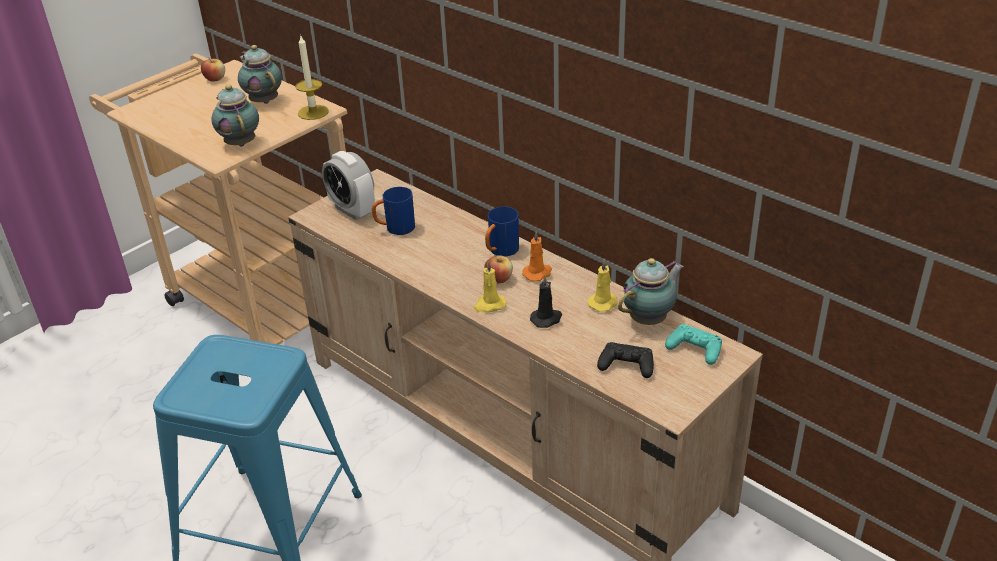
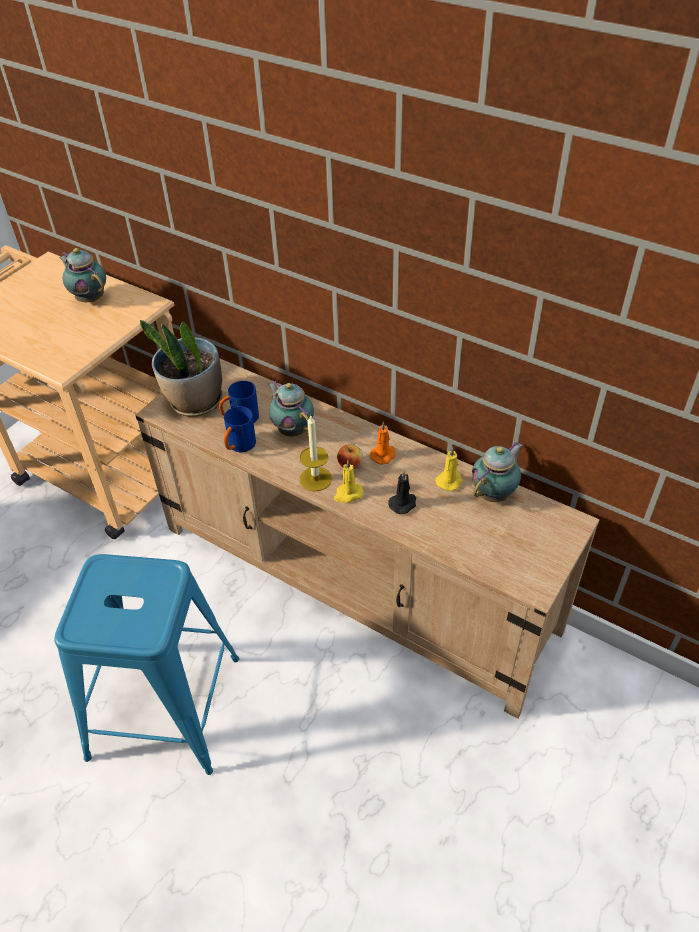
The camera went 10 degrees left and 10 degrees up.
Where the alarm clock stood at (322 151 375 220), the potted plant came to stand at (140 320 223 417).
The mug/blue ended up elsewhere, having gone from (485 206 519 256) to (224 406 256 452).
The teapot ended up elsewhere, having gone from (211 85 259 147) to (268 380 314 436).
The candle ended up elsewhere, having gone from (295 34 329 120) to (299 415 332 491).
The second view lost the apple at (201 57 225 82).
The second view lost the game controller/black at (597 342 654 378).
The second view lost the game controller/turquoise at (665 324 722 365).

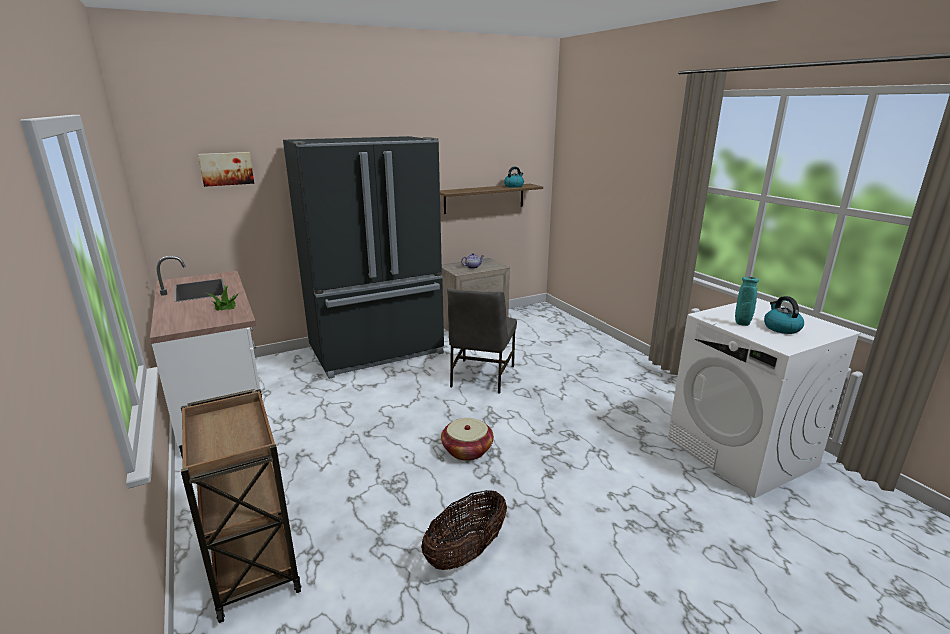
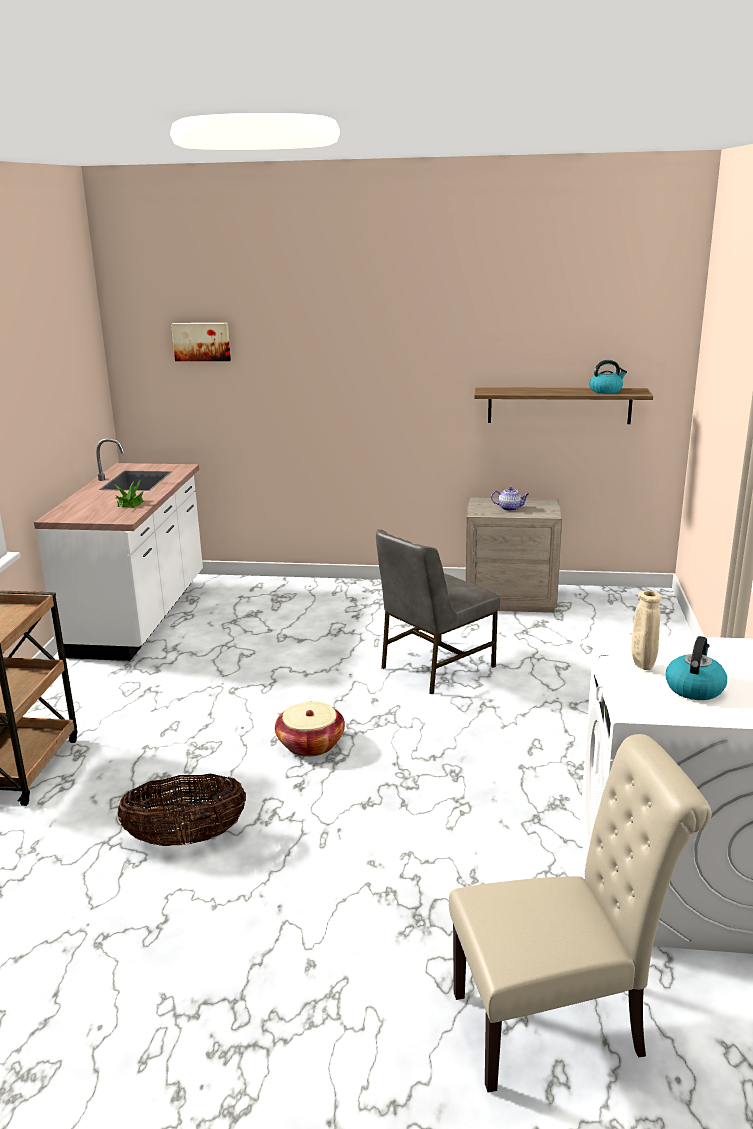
The camera went 35 degrees right and 0 degrees up.
The second view gained the chair/beige at (449 734 712 1093).
What was the vase/turquoise at (735 277 759 326) turned into the vase/beige at (631 590 662 670).
The second view lost the fridge/black at (283 136 444 379).

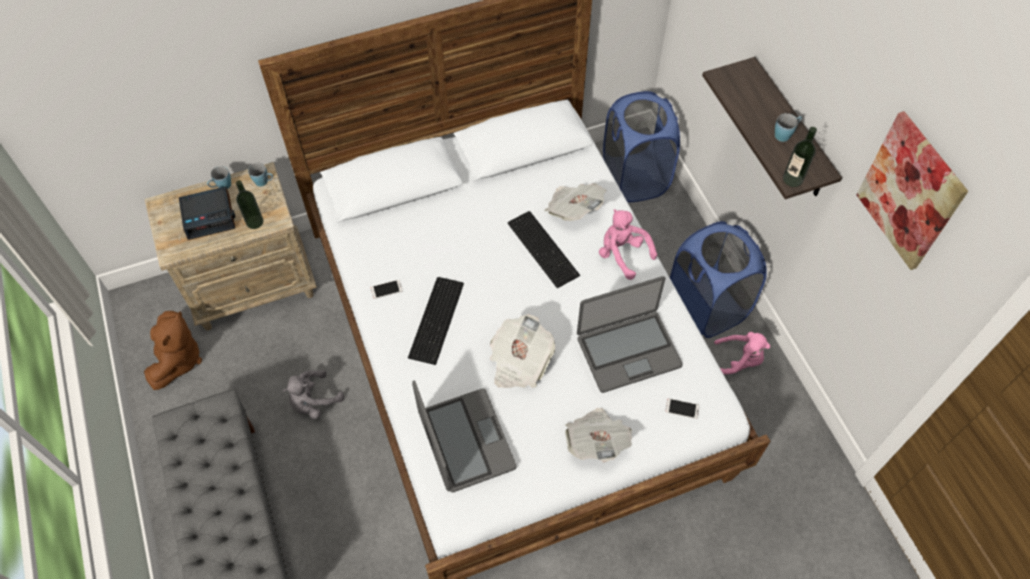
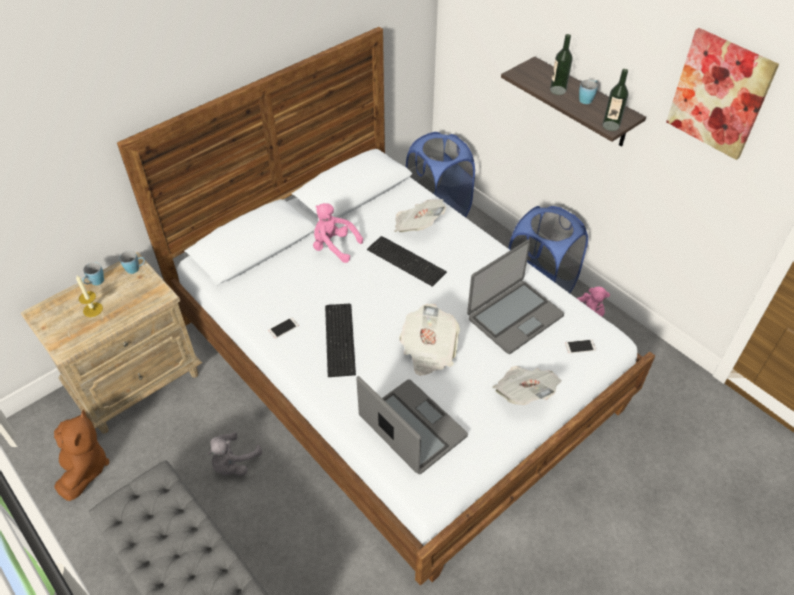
The camera went 20 degrees left and 10 degrees down.
Where the alarm clock stood at (179 186 235 240), the candle came to stand at (76 275 103 317).
The plush toy/pink ended up elsewhere, having gone from (599 209 657 280) to (313 203 363 263).
The bottle ended up elsewhere, having gone from (236 180 263 229) to (550 34 573 95).

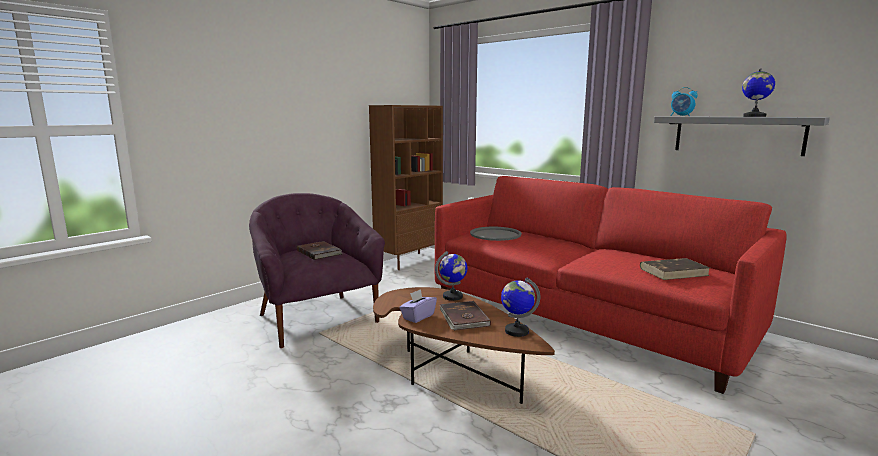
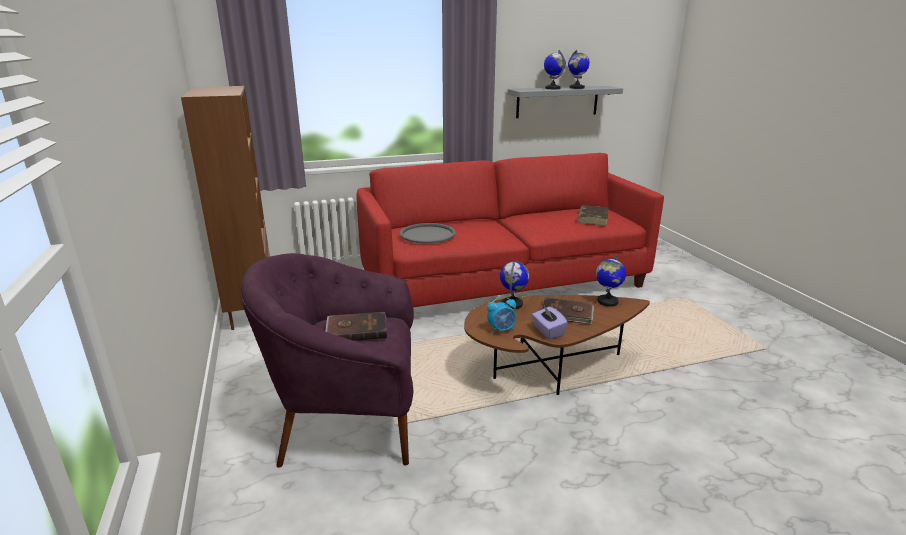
The camera went 60 degrees left and 10 degrees up.
The alarm clock ended up elsewhere, having gone from (671 87 698 116) to (487 296 516 334).
The second view gained the globe at (544 50 566 89).

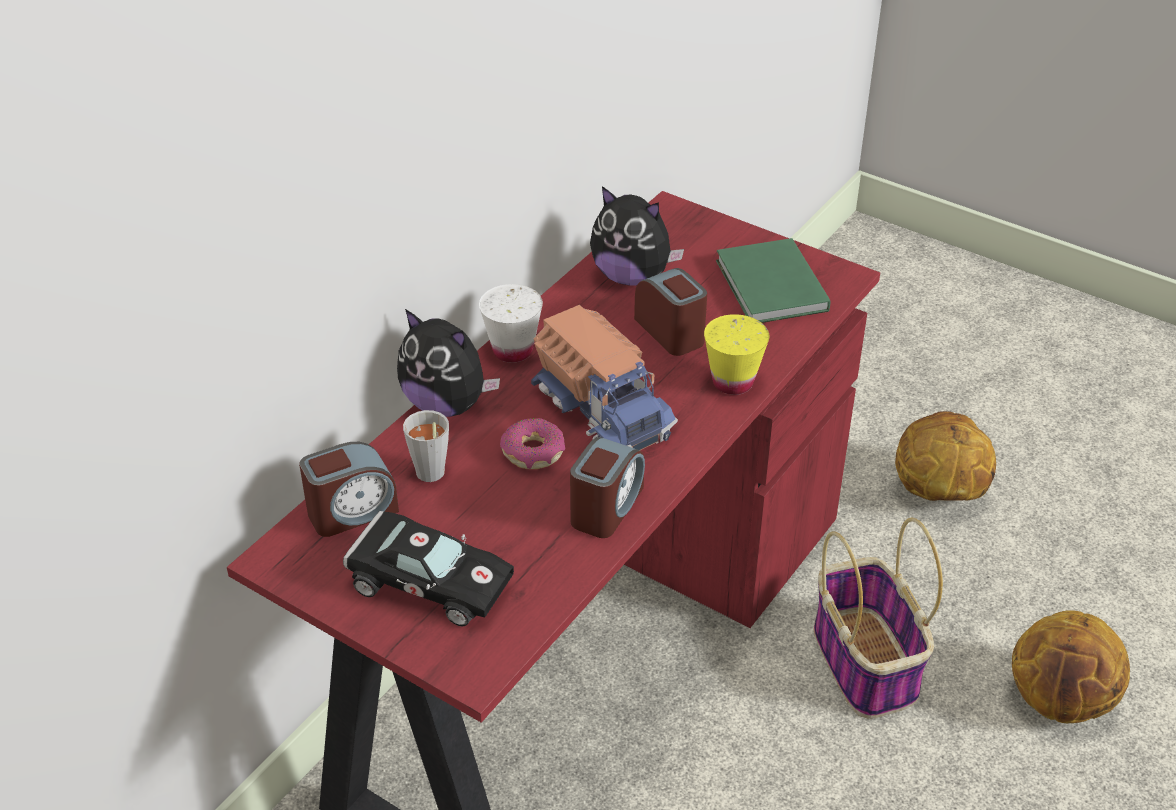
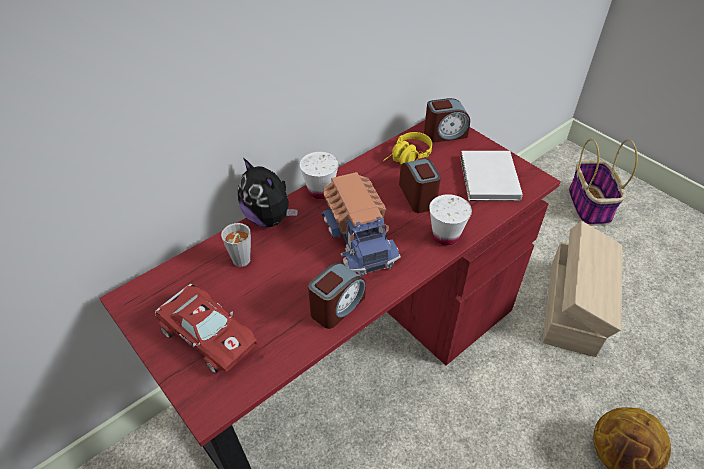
The camera went 15 degrees right and 5 degrees up.
What was the toy car/black at (343 511 514 626) turned into the toy car/red at (154 283 257 374).
Where the plush toy stood at (590 186 684 286), the headphones/yellow came to stand at (383 132 432 165).
The alarm clock ended up elsewhere, having gone from (299 442 399 537) to (424 98 470 143).
What was the cup/yellow at (704 314 769 395) turned into the cup/white at (429 194 472 246).
What was the book/green at (716 238 830 323) turned into the book/white at (460 151 523 201).
Where the basketball stood at (895 411 996 501), the storage box/beige came to stand at (543 221 622 357).
The basket ended up elsewhere, having gone from (814 518 943 719) to (569 138 638 226).
The second view lost the donut at (500 418 565 469).

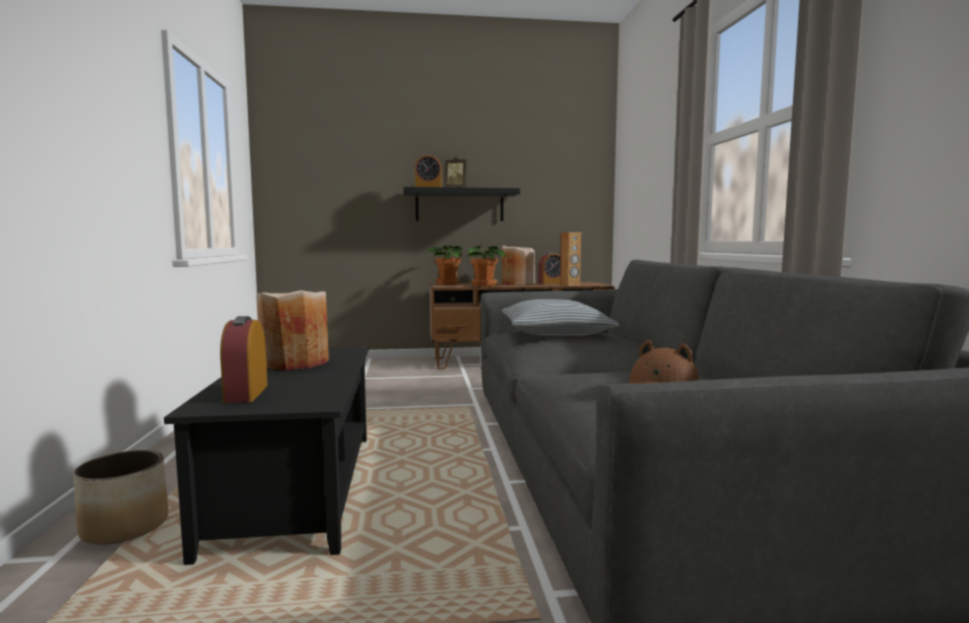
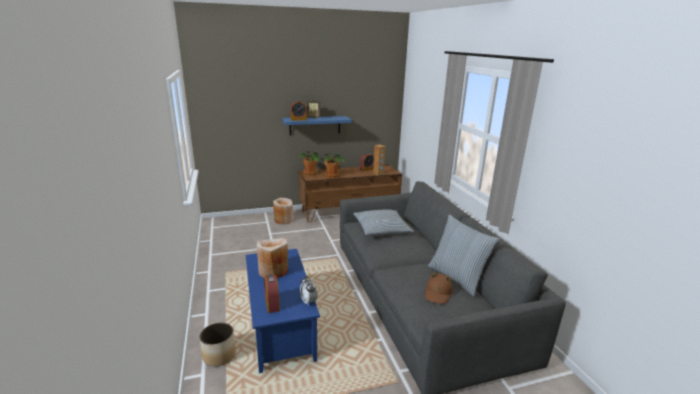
The camera went 10 degrees left and 15 degrees up.
What was the coffee table/black at (164 346 369 565) turned into the coffee table/blue at (246 249 320 373).
The vase/beige ended up elsewhere, having gone from (502 246 535 285) to (273 198 293 225).
What was the shelf/black at (403 187 520 221) turned into the shelf/blue at (282 116 352 135).
The second view gained the alarm clock at (300 276 317 306).
The second view gained the pillow at (428 215 499 297).

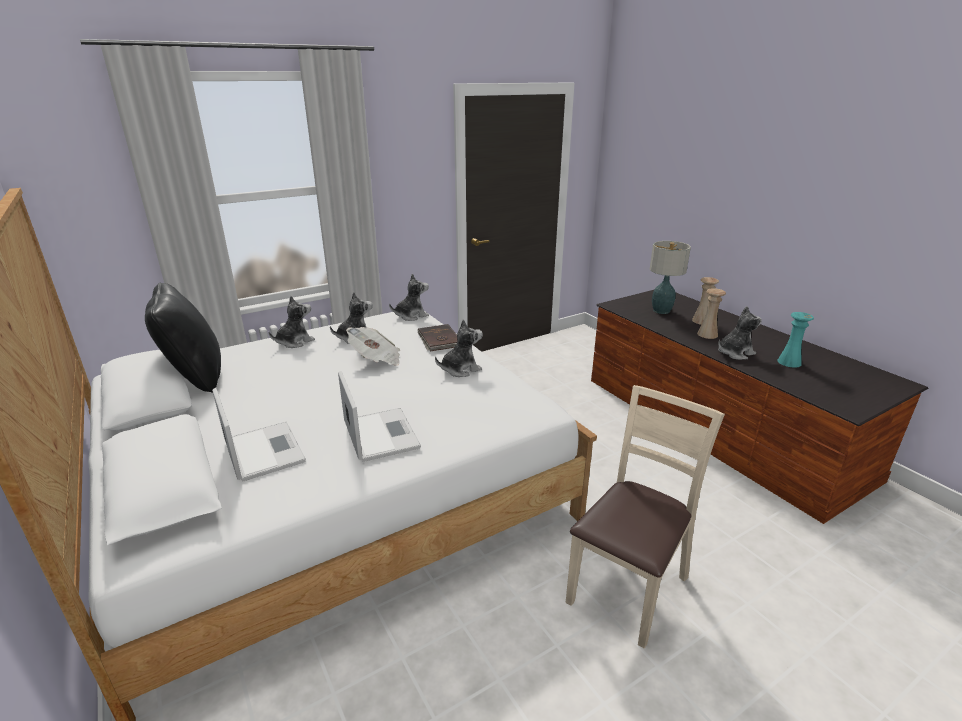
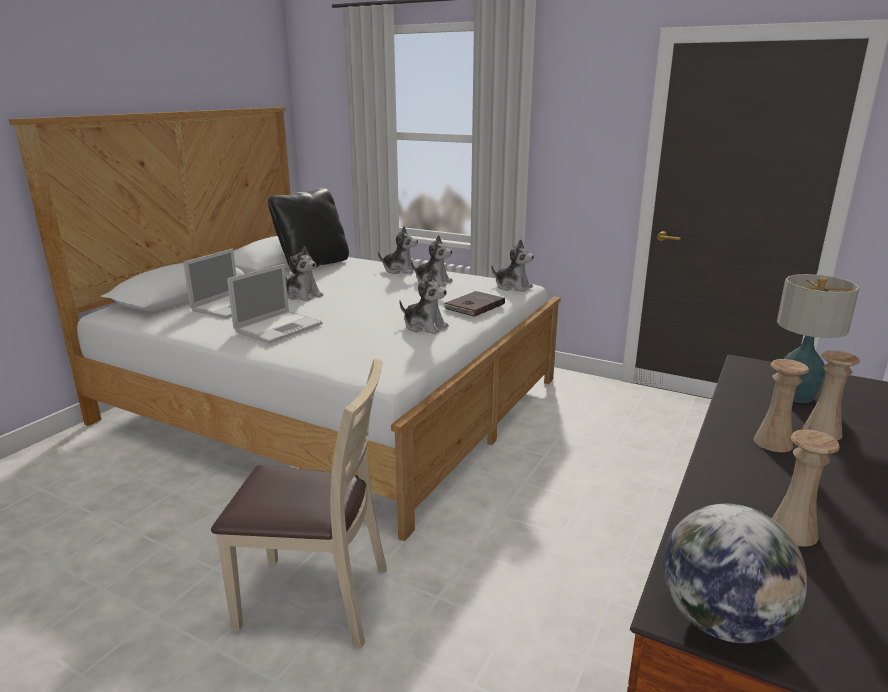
The camera went 60 degrees right and 5 degrees down.
The plush toy ended up elsewhere, having gone from (718 306 762 360) to (286 246 323 301).
The second view gained the globe at (663 504 807 643).
What was the vase/turquoise at (777 312 814 368) turned into the vase/beige at (772 429 840 547).
The second view lost the newspaper at (346 327 400 366).

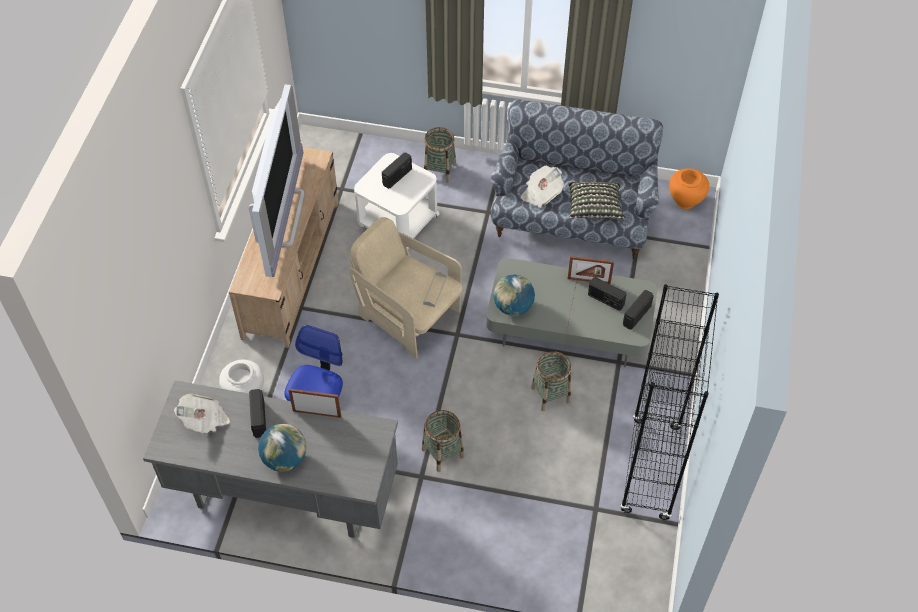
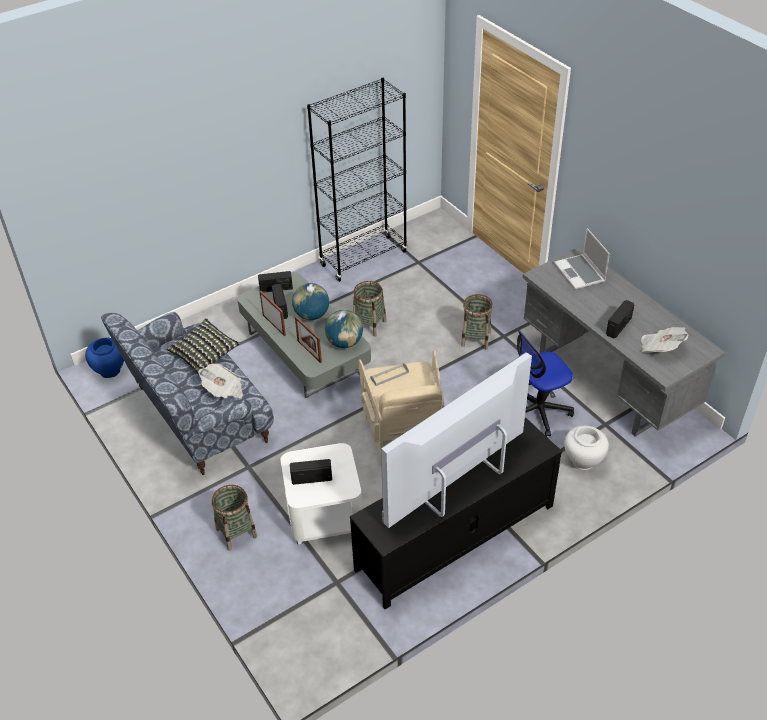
The camera went 135 degrees left and 10 degrees down.
What was the vase/orange at (669 168 709 209) turned into the vase/blue at (85 338 124 378).
The globe ended up elsewhere, having gone from (258 424 306 472) to (292 283 329 320).
The picture frame ended up elsewhere, having gone from (288 389 341 418) to (295 316 322 363).
What was the tv stand/beige at (229 147 339 348) turned into the tv stand/black at (350 418 562 609).
The second view gained the laptop at (554 228 610 290).

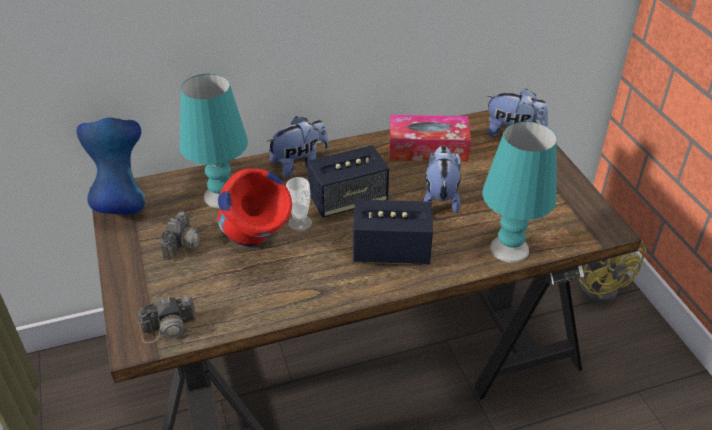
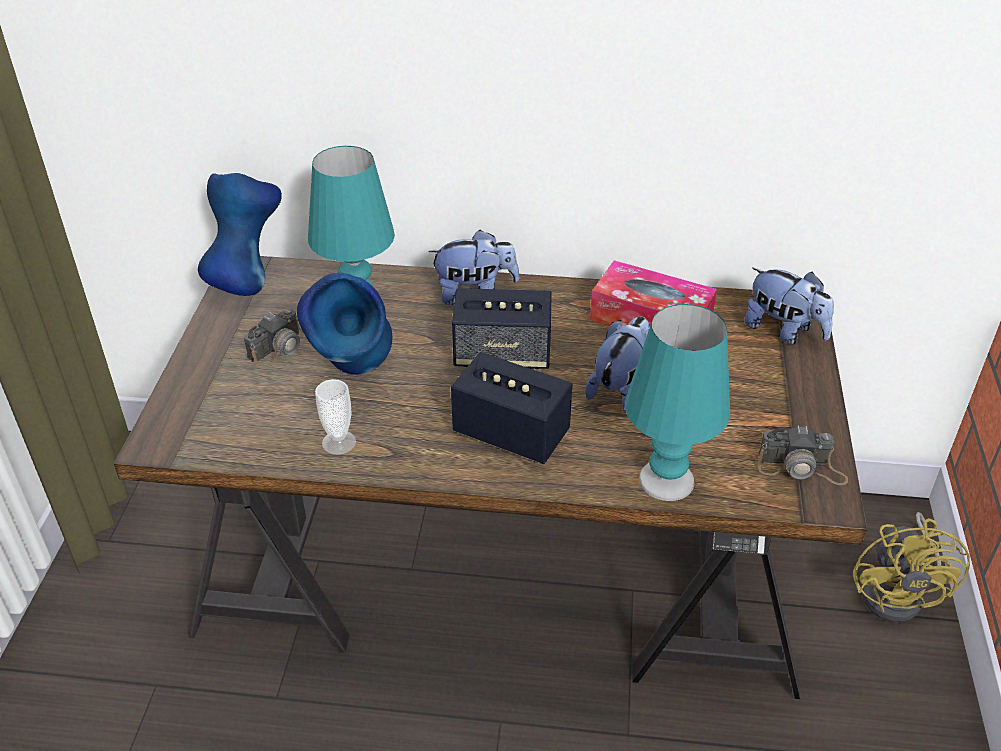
The camera went 25 degrees right and 0 degrees up.
What was the vase/red at (217 168 292 246) turned into the vase/blue at (297 273 392 375).
The cup ended up elsewhere, having gone from (286 177 312 231) to (315 379 356 455).
The photo camera ended up elsewhere, having gone from (137 296 212 343) to (758 426 848 485).

